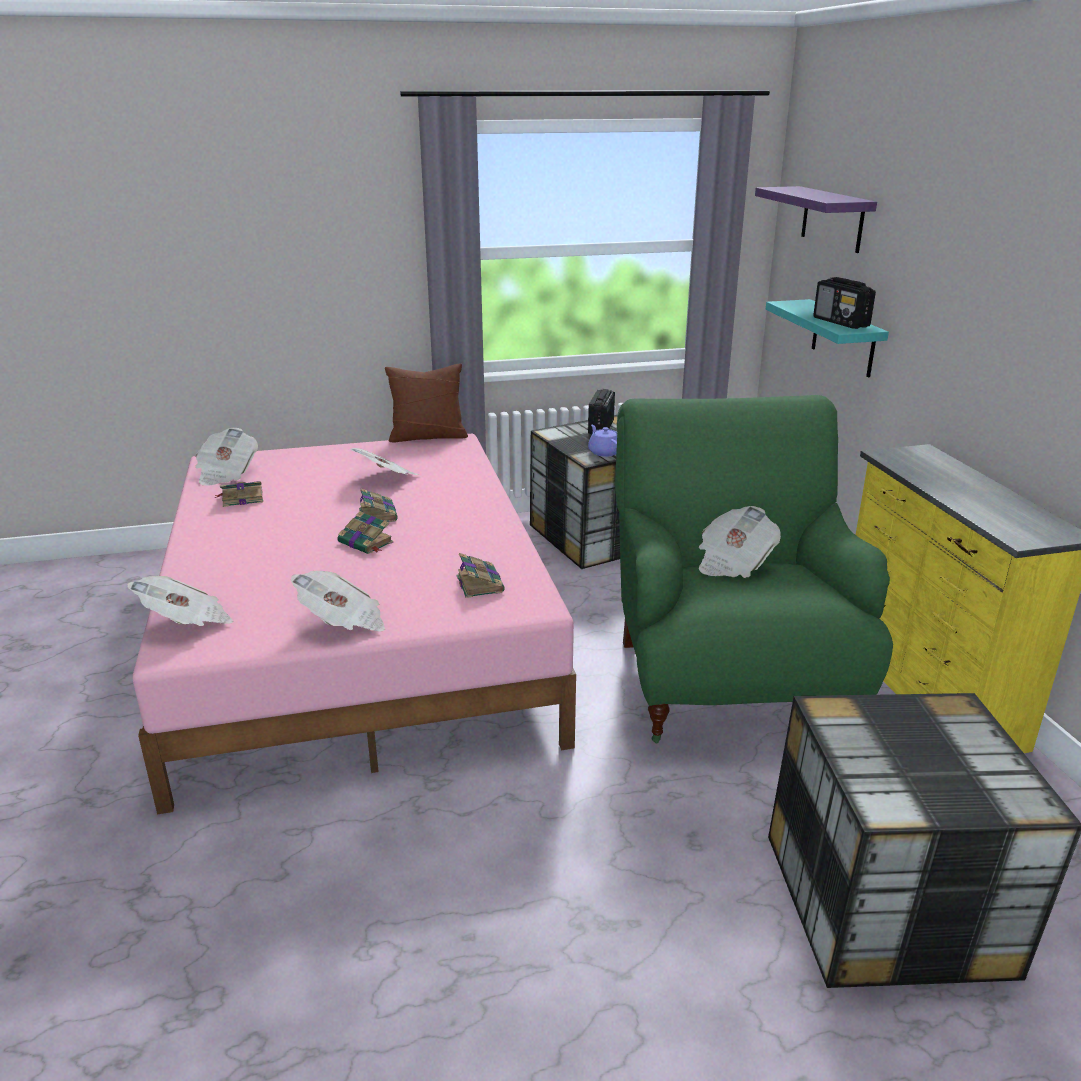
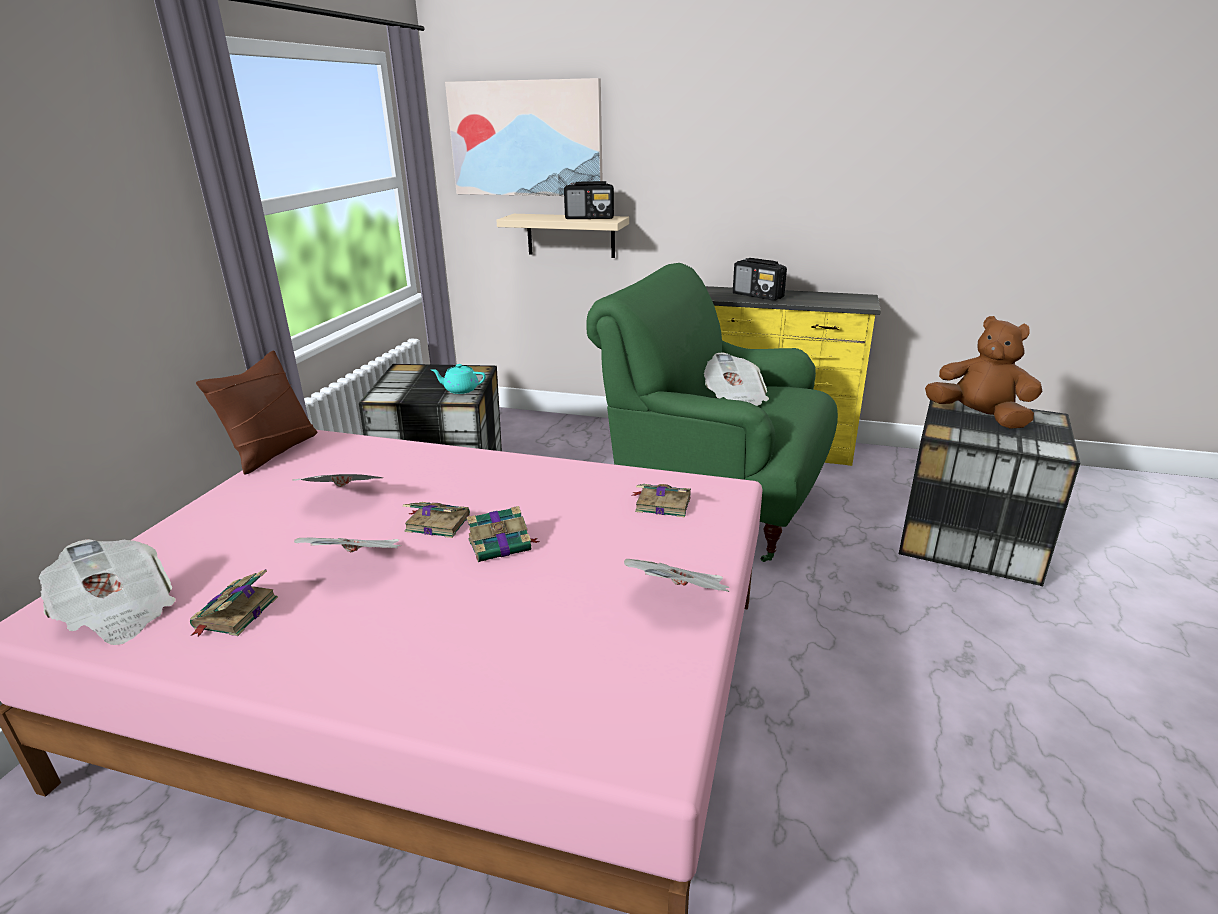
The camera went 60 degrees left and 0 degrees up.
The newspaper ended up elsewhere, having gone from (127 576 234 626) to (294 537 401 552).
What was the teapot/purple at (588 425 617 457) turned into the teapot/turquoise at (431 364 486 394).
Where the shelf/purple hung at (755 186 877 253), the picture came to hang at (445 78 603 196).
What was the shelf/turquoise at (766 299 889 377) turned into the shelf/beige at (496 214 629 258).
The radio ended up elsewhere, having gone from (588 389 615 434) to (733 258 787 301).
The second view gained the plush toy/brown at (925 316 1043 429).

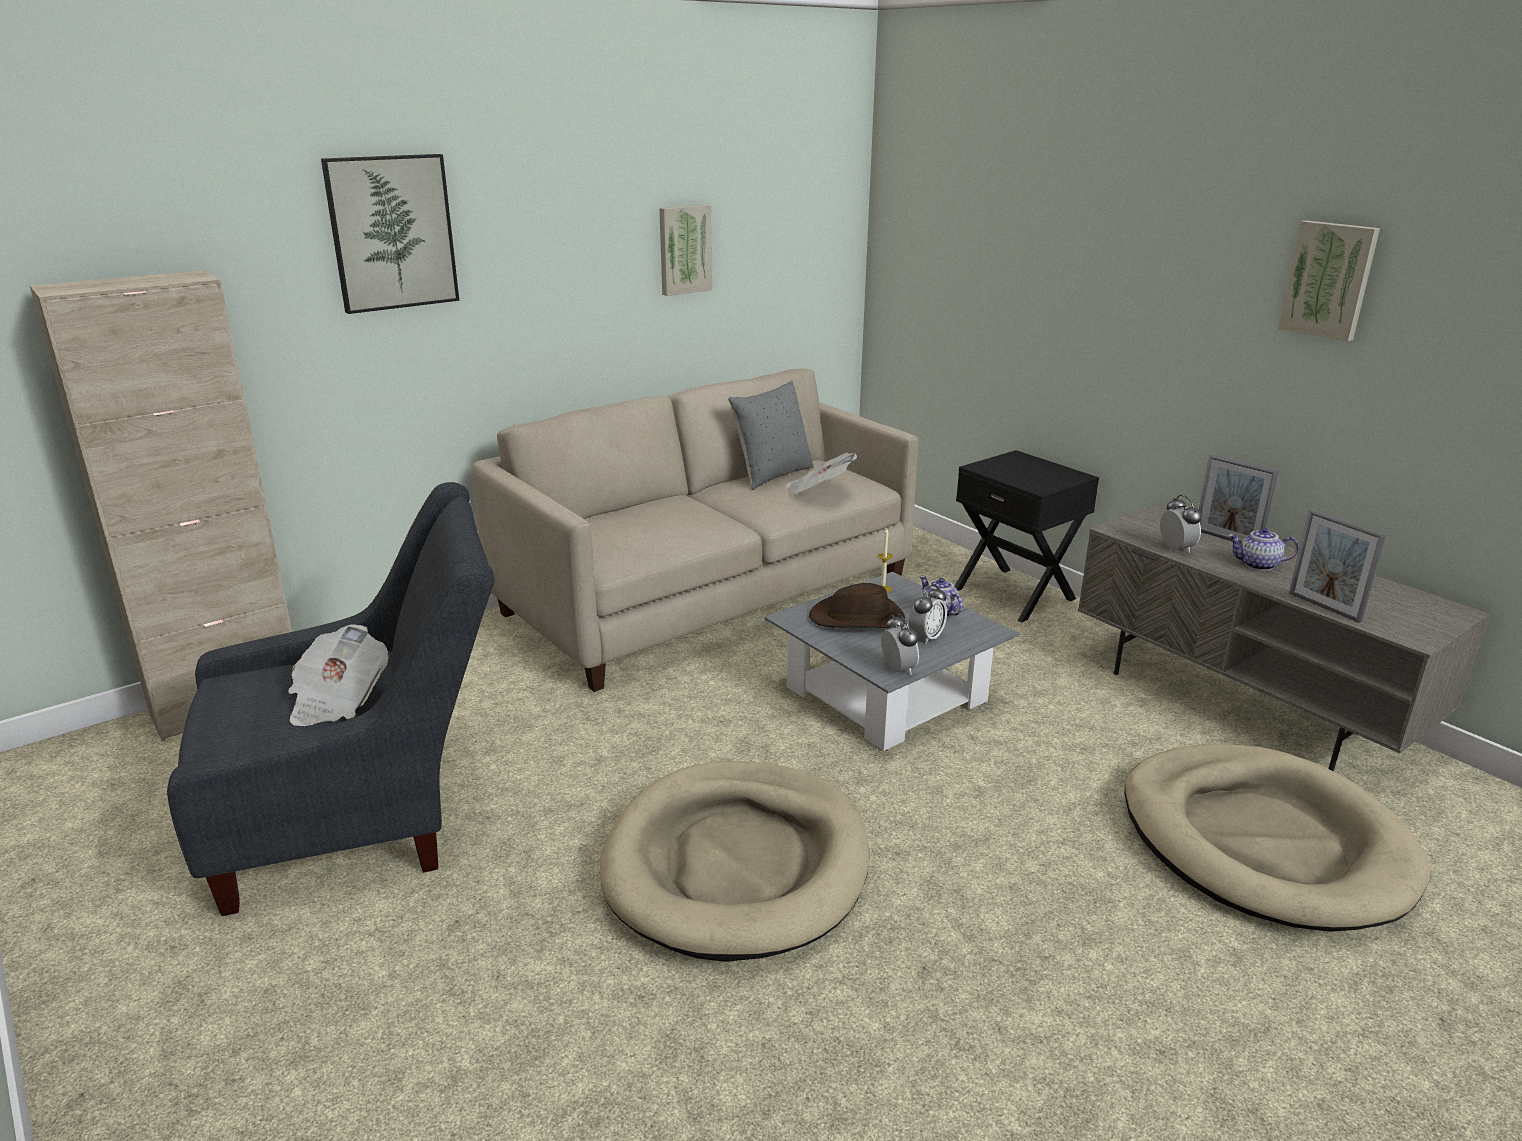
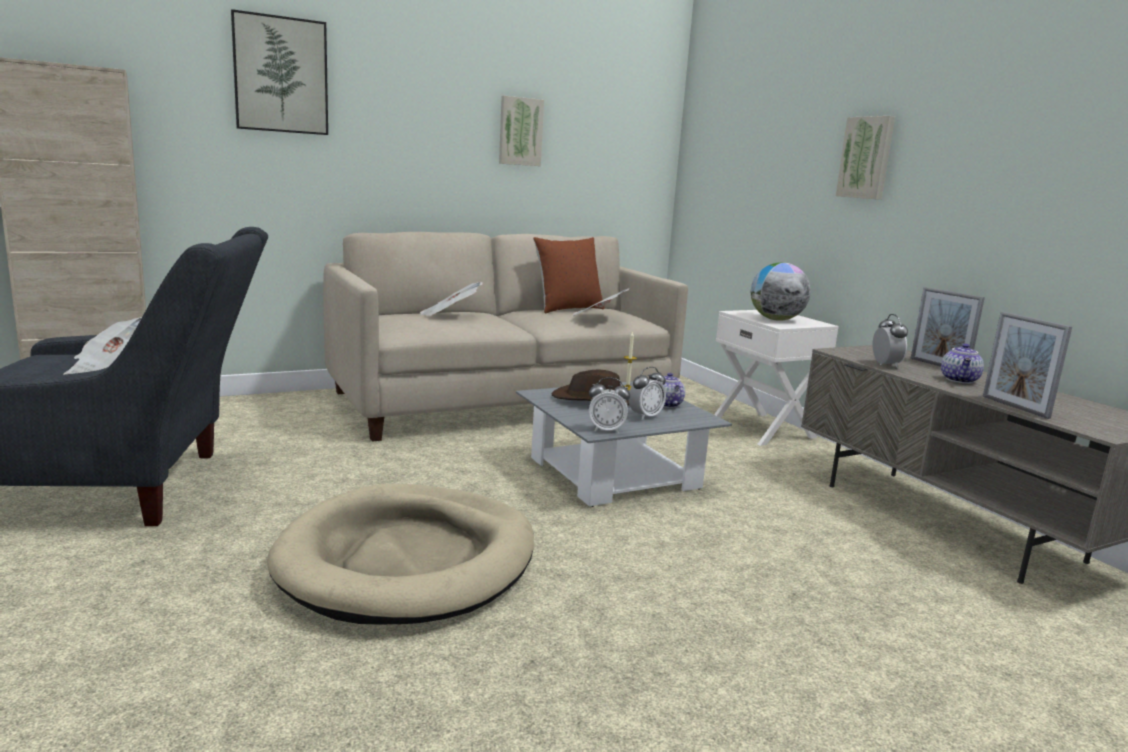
The camera went 10 degrees right and 10 degrees down.
The second view gained the newspaper at (420 282 483 316).
What was the pillow/grey at (728 380 814 490) turned into the pillow/brown at (533 237 605 313).
The alarm clock at (881 613 919 675) ended up facing another way, 105 degrees clockwise from before.
What was the nightstand/black at (954 450 1099 623) turned into the nightstand/white at (714 310 839 446).
The second view gained the globe at (751 262 811 321).
The picture ended up elsewhere, having gone from (1278 220 1380 341) to (836 116 895 200).
The teapot at (1228 528 1299 571) ended up facing another way, 90 degrees counterclockwise from before.
The second view lost the dog bed/beige at (1124 744 1430 932).

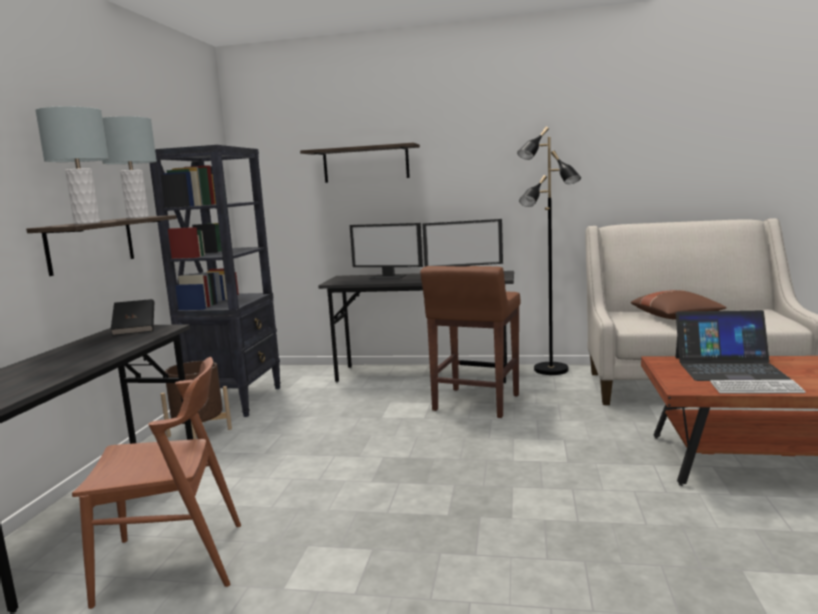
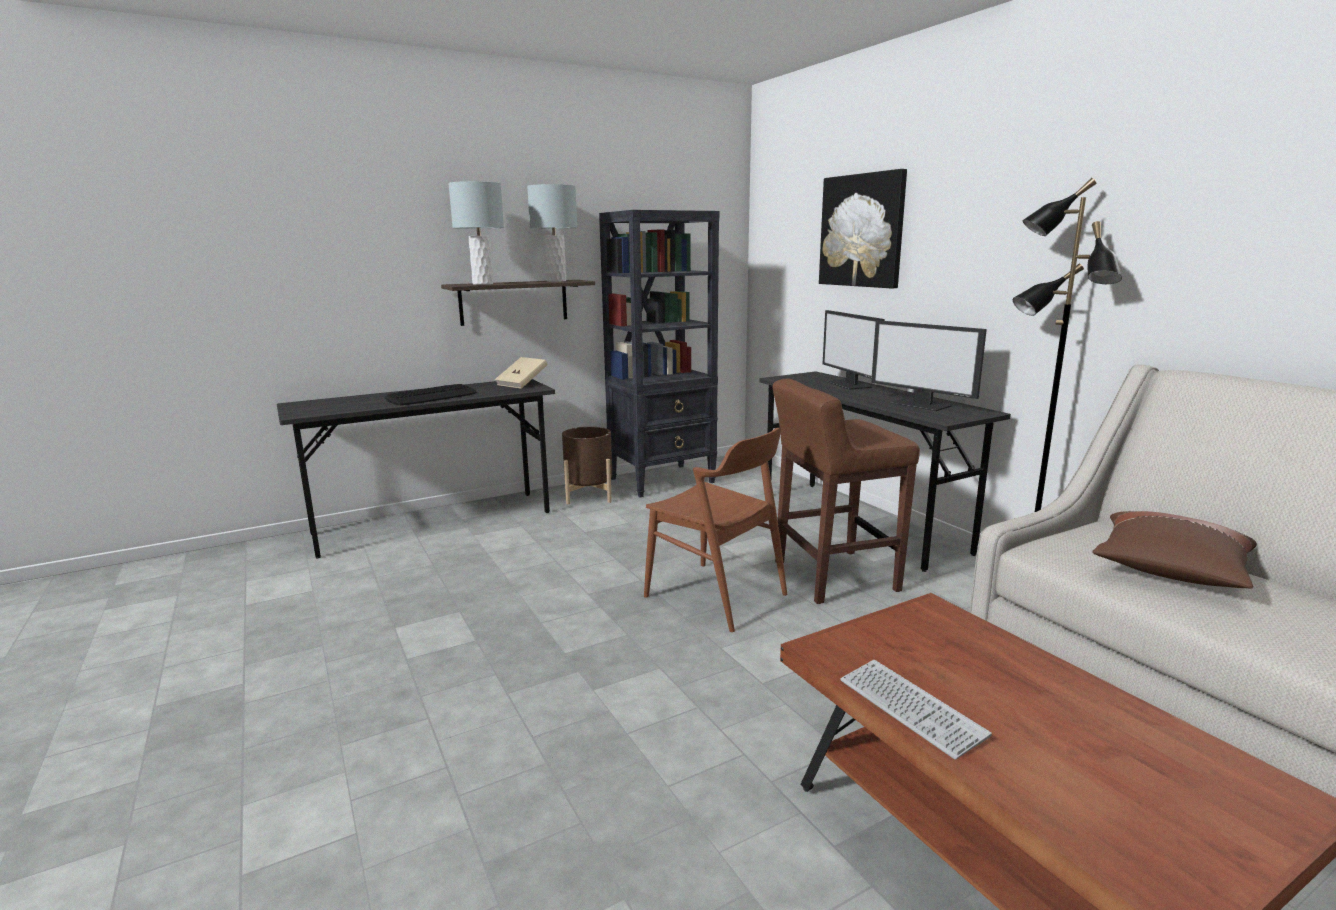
The camera went 50 degrees right and 5 degrees up.
The second view gained the keyboard at (385 384 477 405).
What was the book/black at (111 299 154 336) turned into the book/beige at (495 357 547 389).
The chair/brown ended up elsewhere, having gone from (72 357 241 609) to (644 428 787 632).
Where the shelf hung at (300 143 420 183), the picture came to hang at (819 169 907 289).
The second view lost the laptop at (676 310 792 381).

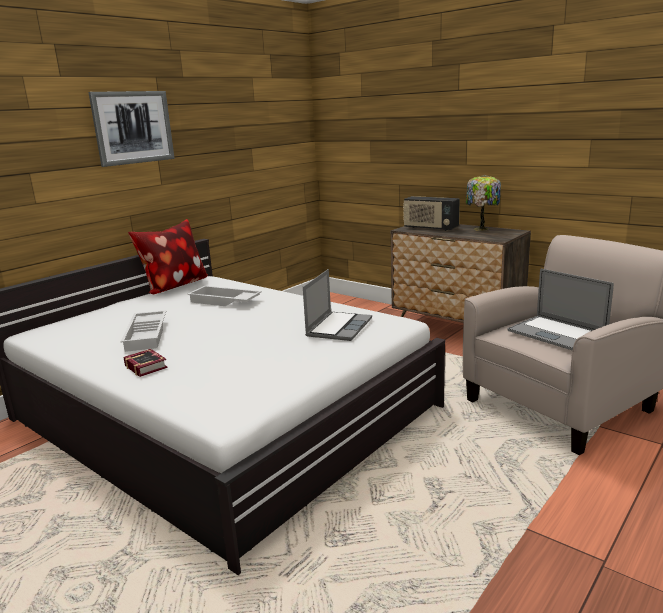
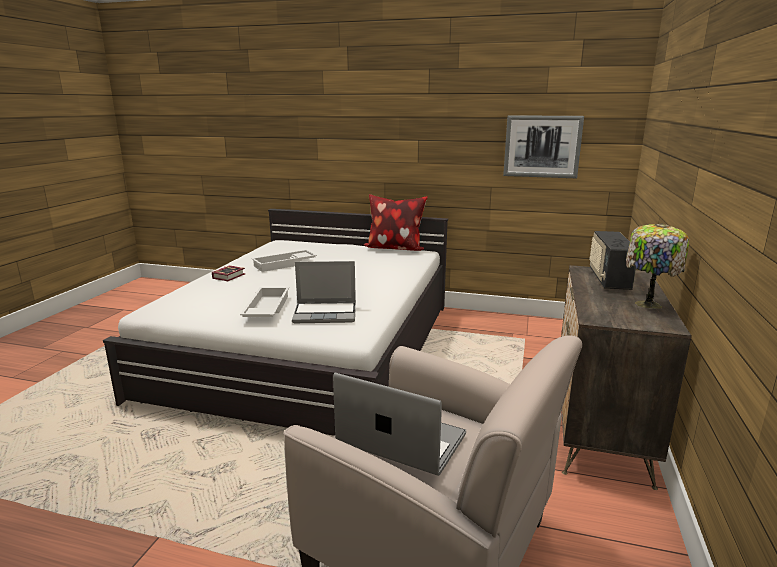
The camera went 65 degrees right and 0 degrees up.
The tray/white ended up elsewhere, having gone from (187 286 262 306) to (240 287 289 317).
The laptop at (508 269 614 351) ended up facing another way, 90 degrees clockwise from before.
The picture ended up elsewhere, having gone from (89 91 175 167) to (503 115 584 178).

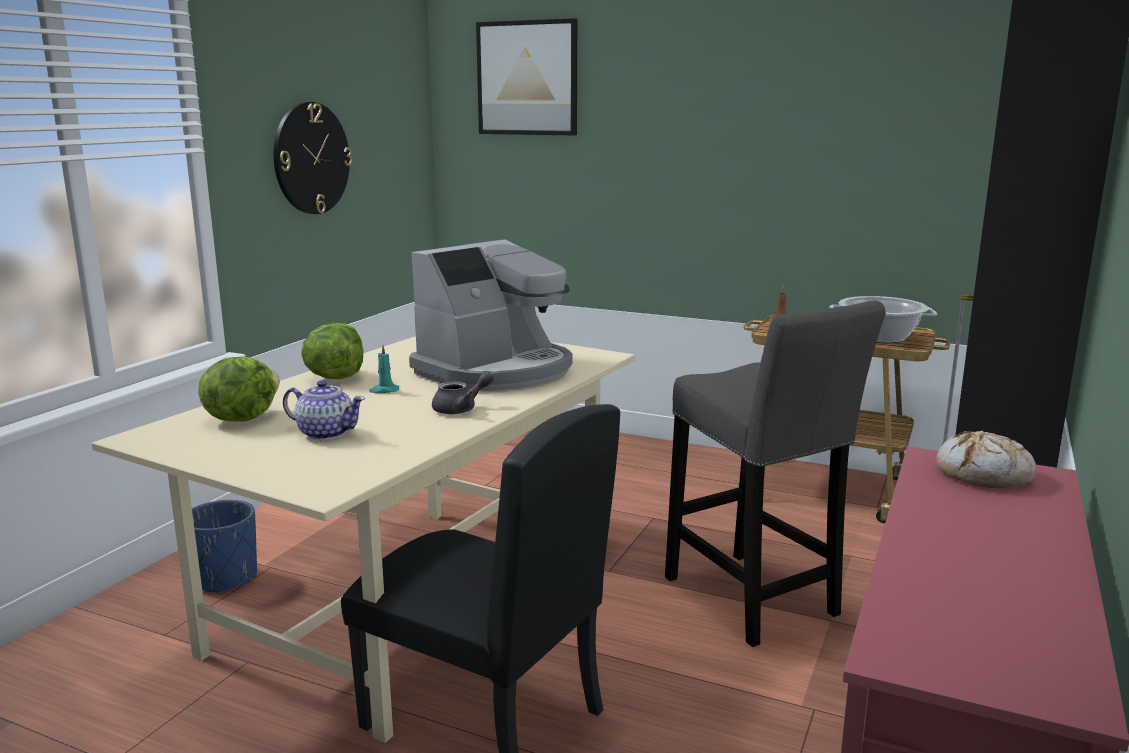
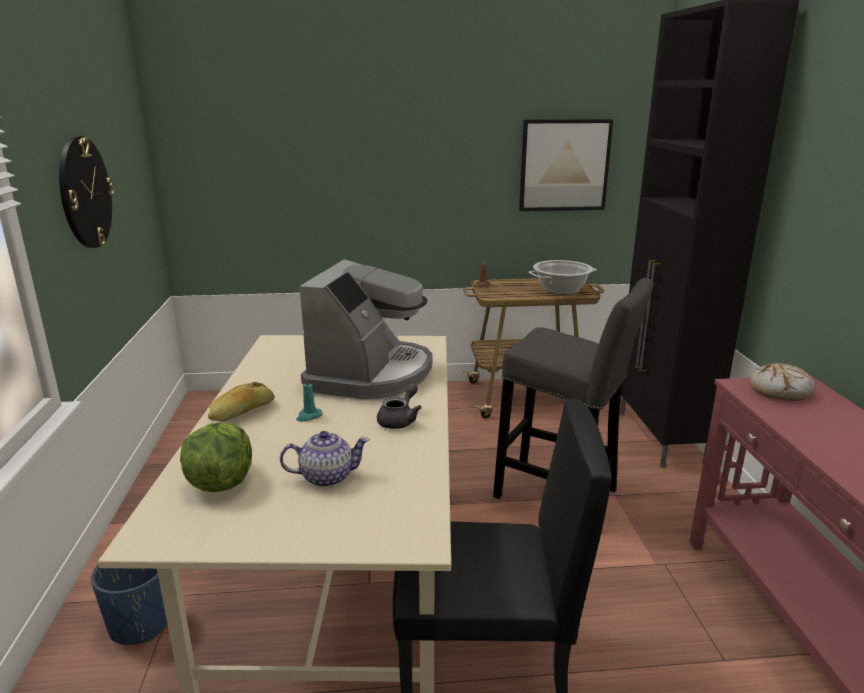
The camera went 30 degrees left and 5 degrees up.
Where the lettuce stood at (301 323 363 379), the bread came to stand at (208 382 275 422).
The picture ended up elsewhere, having gone from (476 18 577 136) to (519 119 613 211).

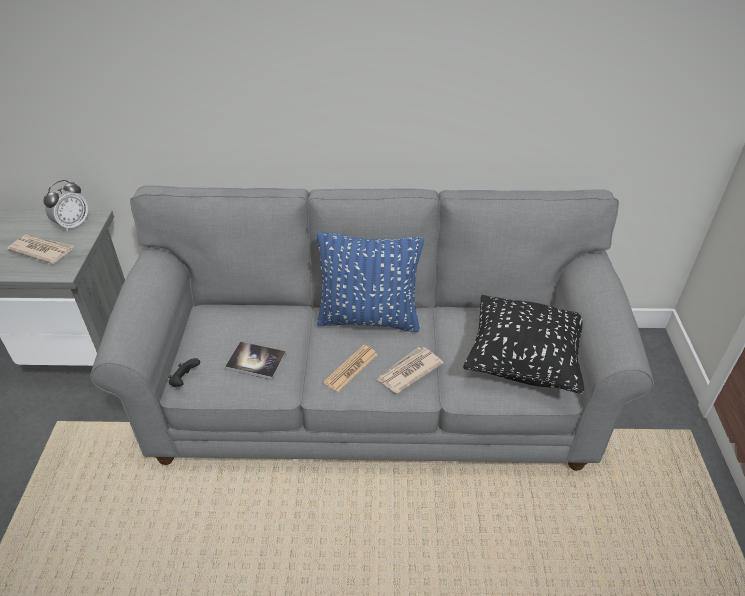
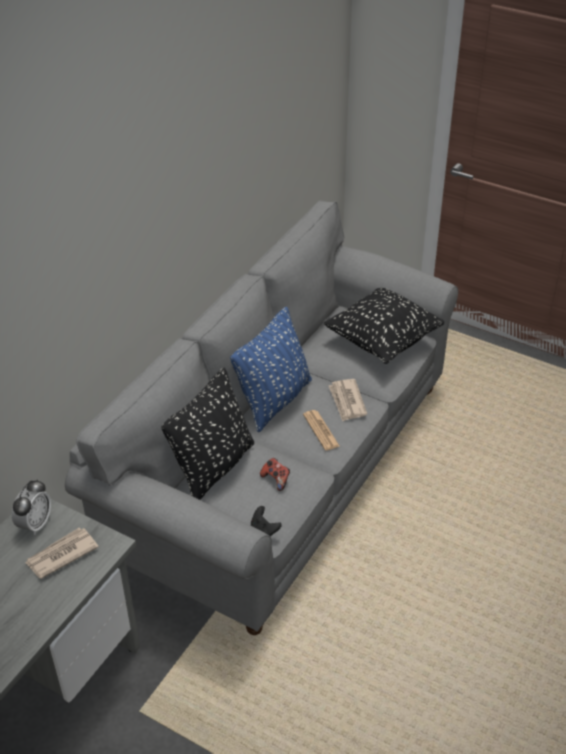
The camera went 60 degrees left and 0 degrees up.
The alarm clock at (43 180 88 232) ended up facing another way, 45 degrees clockwise from before.
The second view gained the pillow/black at (161 368 254 500).
Where the book stood at (225 342 286 380), the game controller came to stand at (260 458 290 491).

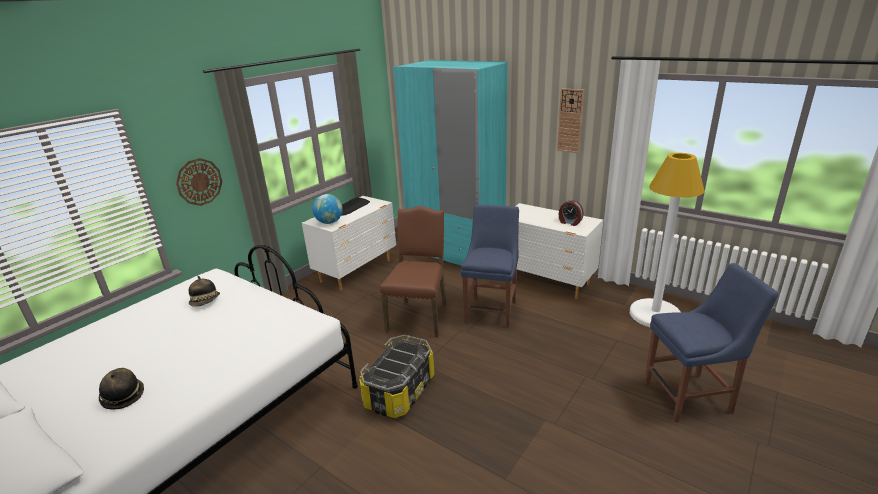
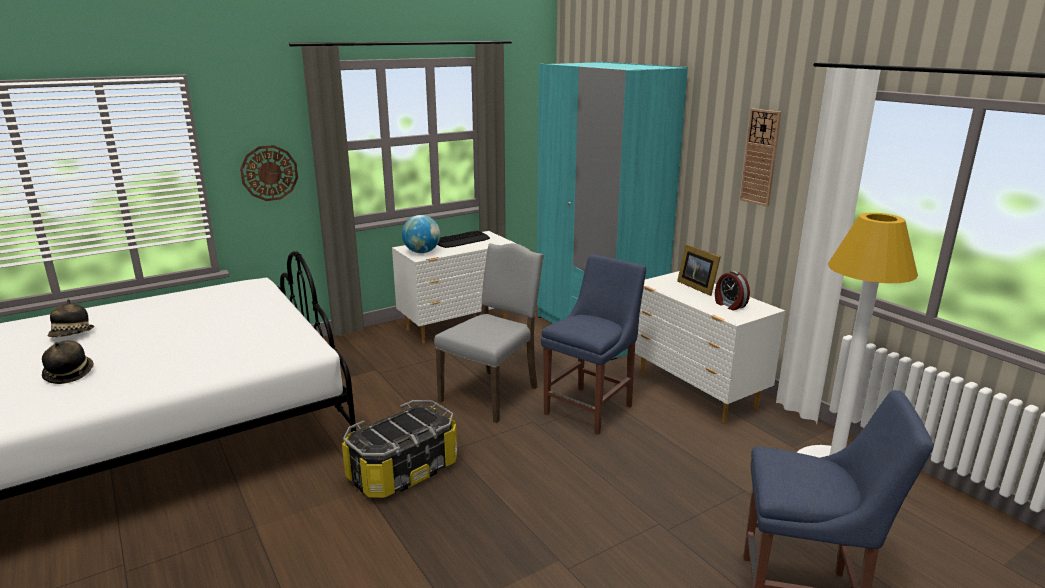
The camera went 20 degrees right and 5 degrees down.
The hat ended up elsewhere, having gone from (189 276 220 307) to (48 299 94 337).
What was the chair/brown at (380 206 446 337) turned into the chair/grey at (434 243 544 423).
The second view gained the picture frame at (677 244 721 296).

